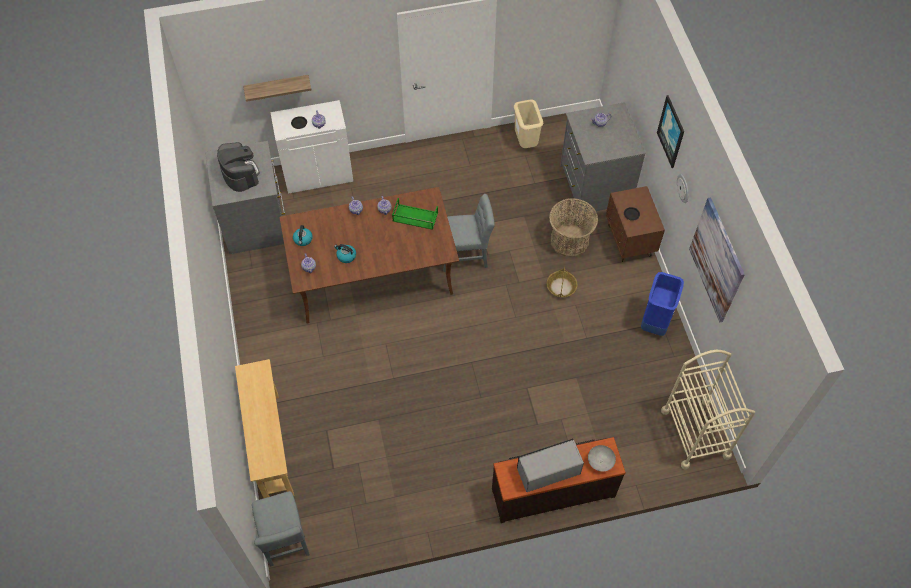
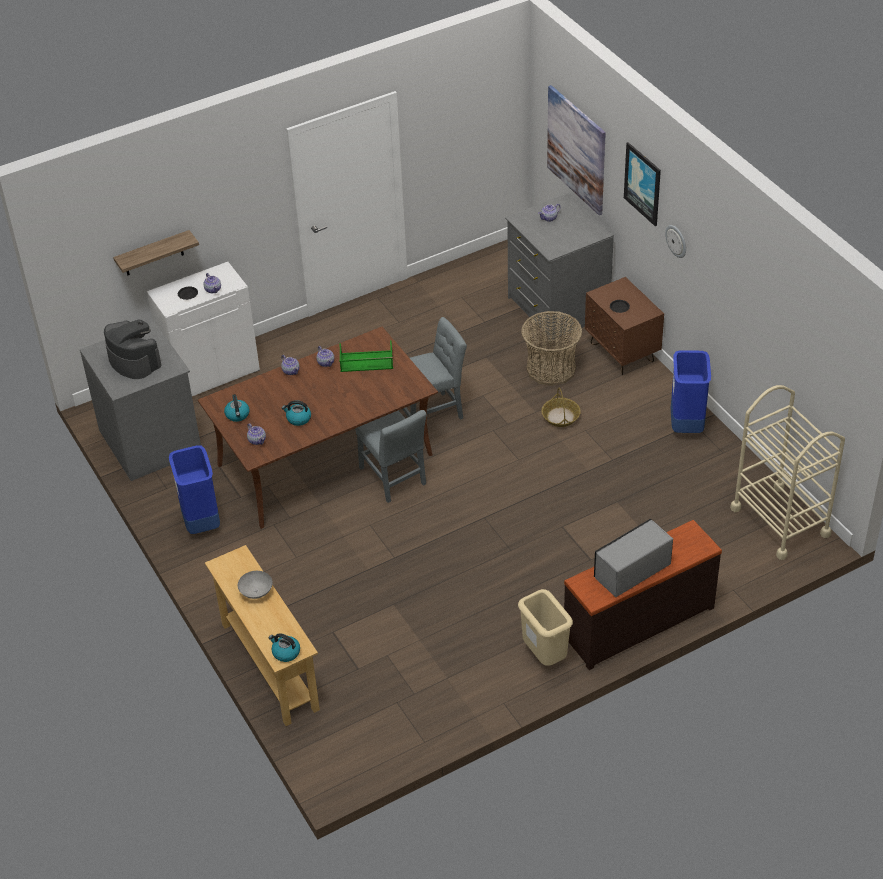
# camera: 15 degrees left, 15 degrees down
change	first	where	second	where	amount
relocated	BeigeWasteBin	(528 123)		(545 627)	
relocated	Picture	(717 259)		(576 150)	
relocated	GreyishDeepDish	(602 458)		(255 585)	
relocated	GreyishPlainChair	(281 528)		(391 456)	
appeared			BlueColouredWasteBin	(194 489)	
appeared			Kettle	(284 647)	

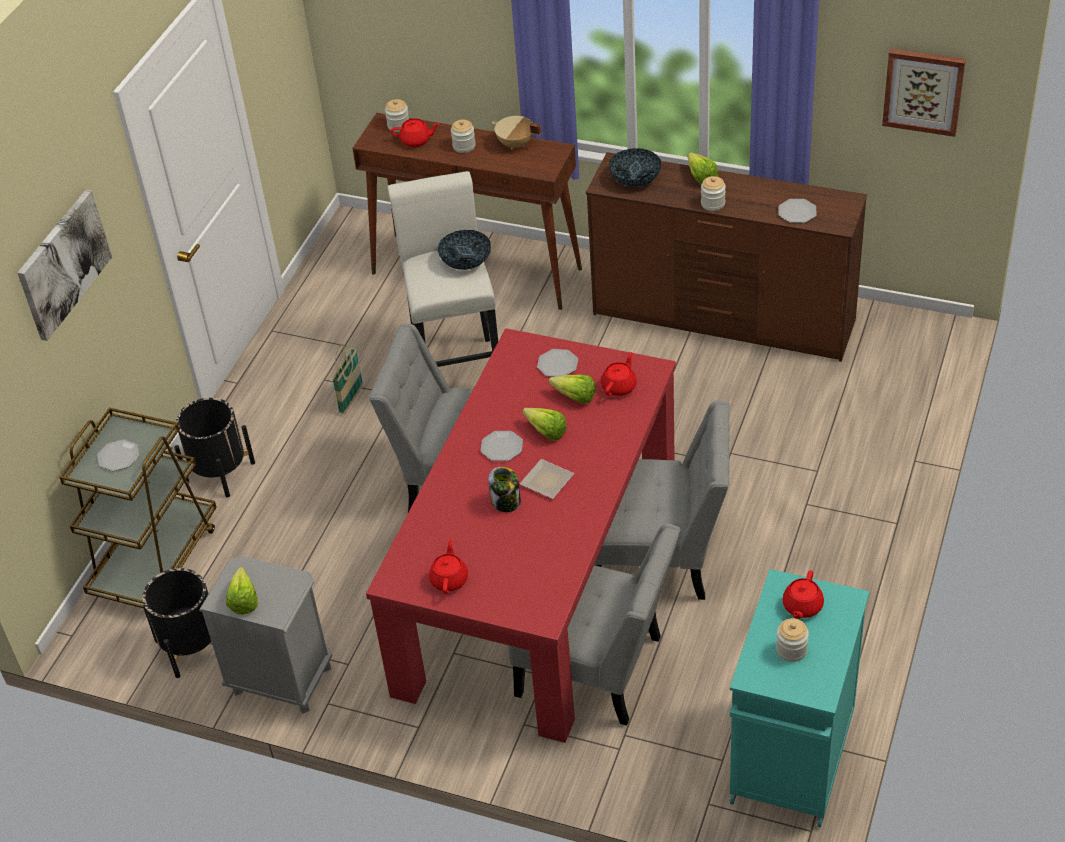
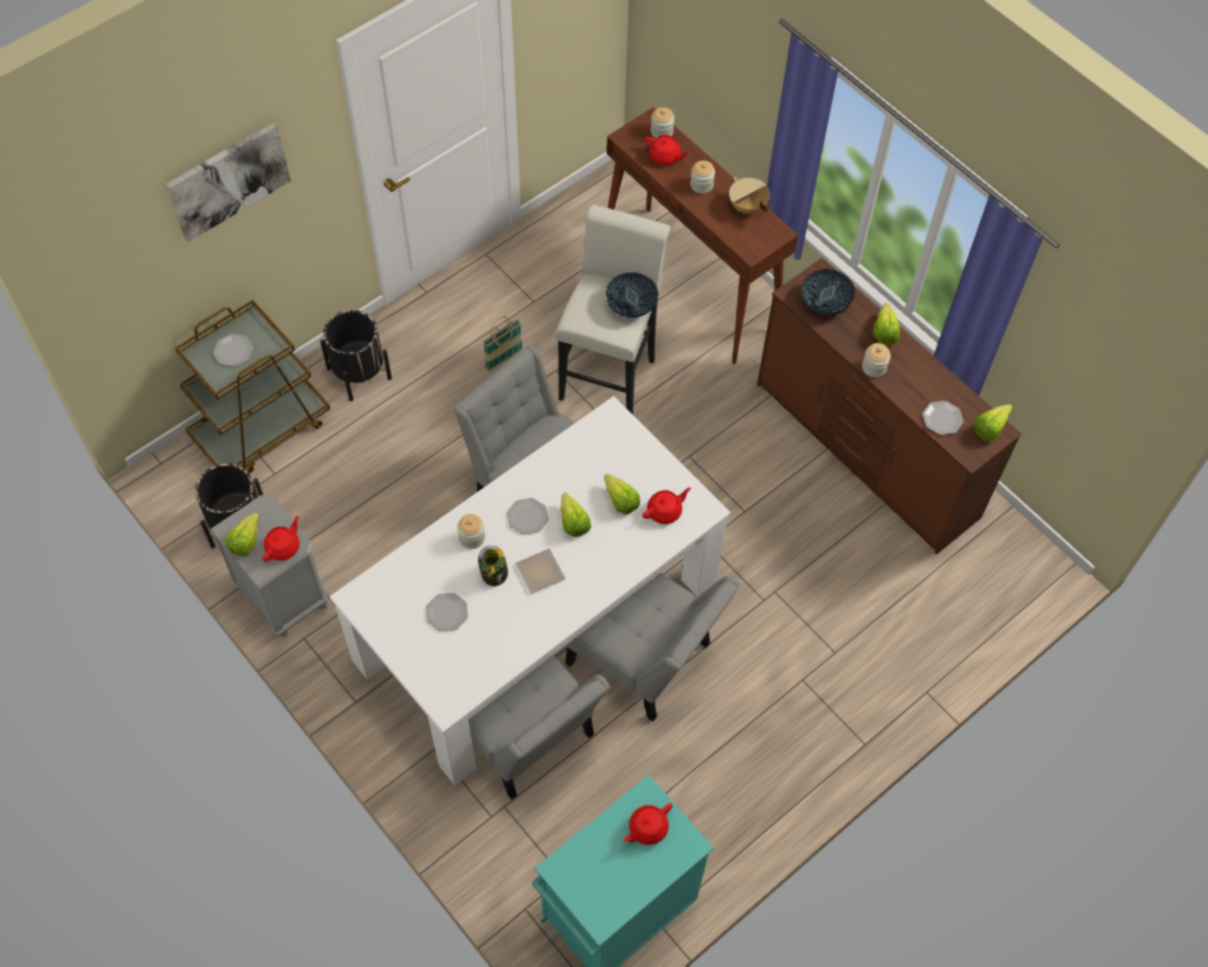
# camera: 25 degrees right, 15 degrees up
change	first	where	second	where	amount
missing	Picture	(924 93)			
colour	RedColouredDiningTable	(521 535)	WhitishDiningTable	(530 590)	
relocated	FlatDish	(557 363)		(447 612)	
relocated	RedColouredTeapot	(448 566)		(280 539)	
relocated	StorageJar	(792 640)		(471 531)	
appeared			LettuceHead	(993 422)	

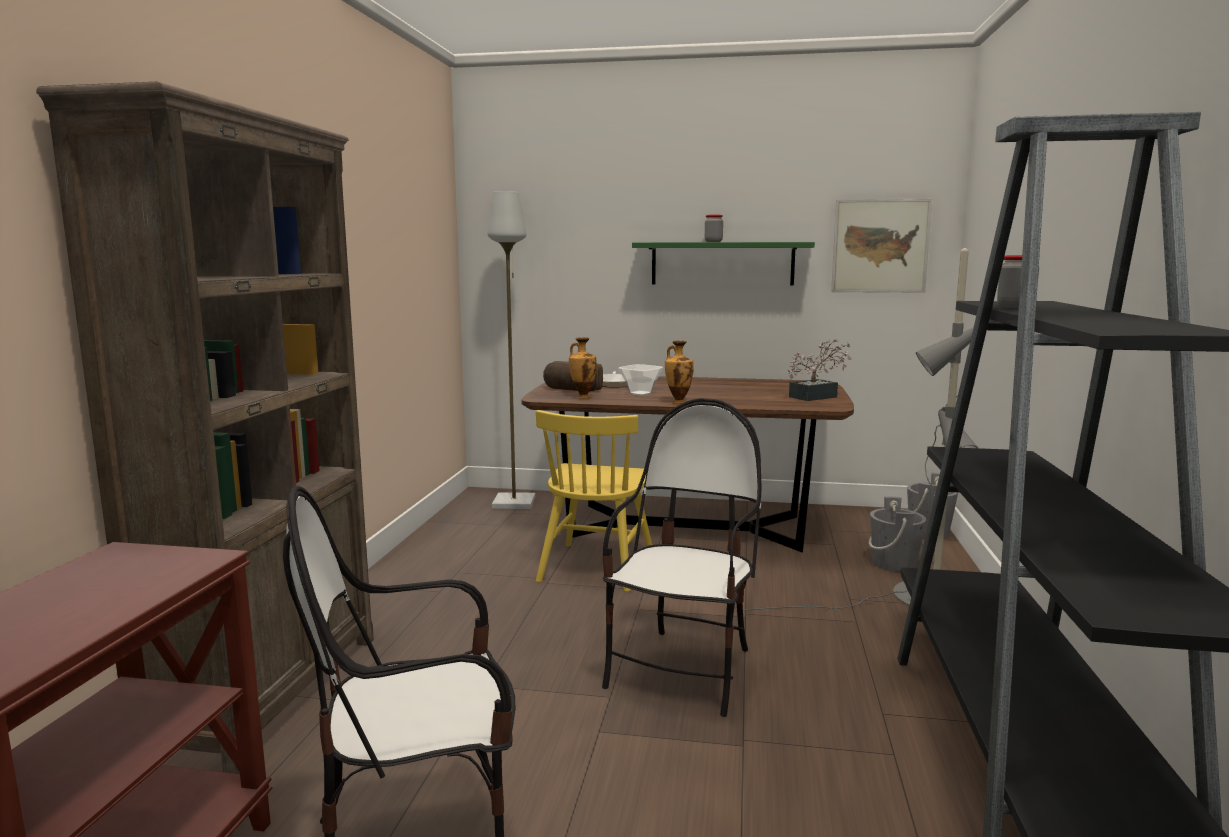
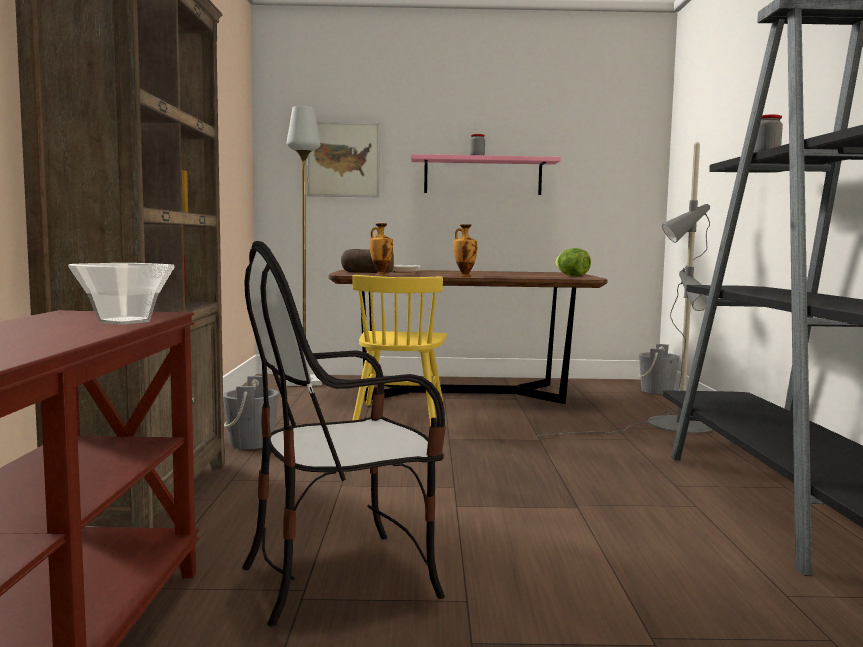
# camera: 10 degrees left, 5 degrees down
change	first	where	second	where	amount
relocated	Picture	(881 246)		(343 159)	
colour	GreenShelf	(723 263)	PinkShelf	(486 174)	
exchanged	PlantInAPot	(819 370)	LettuceHead	(573 262)	
relocated	DeepDish	(640 380)		(121 294)	
missing	PlainChair	(681 557)			
relocated	GreyishWaterBucket	(897 534)		(251 412)	

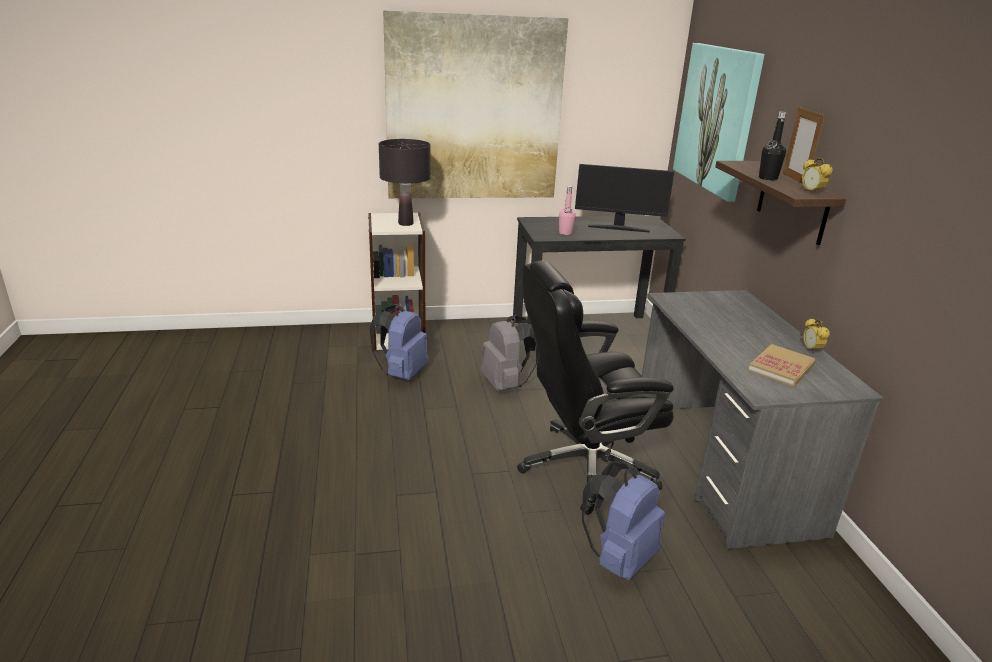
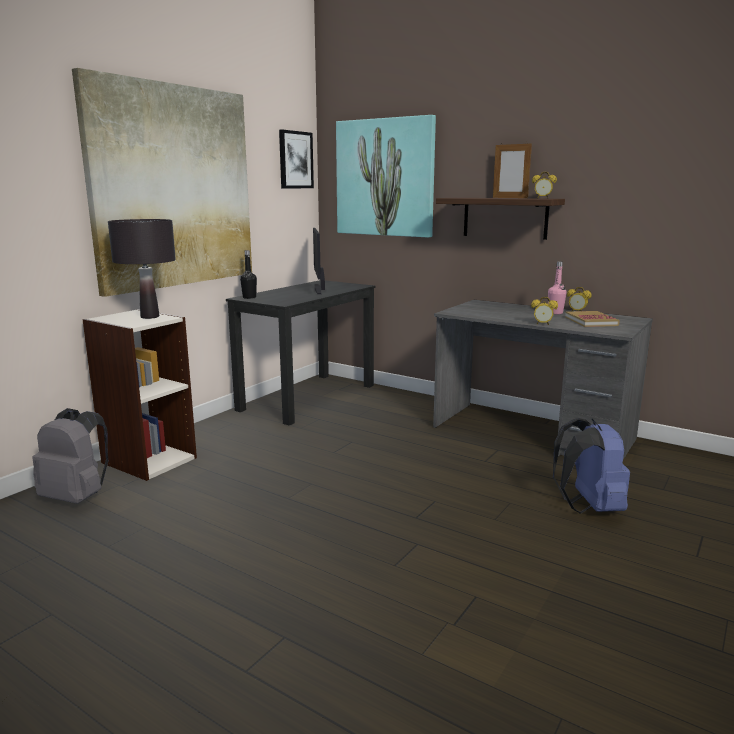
# camera: 45 degrees left, 10 degrees down
change	first	where	second	where	amount
relocated	BlackDrinkBottle	(772 145)		(248 274)	
spun	Monitor	(624 198)		(319 261)	120 degrees clockwise
relocated	PinkDrinkBottle	(567 210)		(557 287)	
missing	BlackDeskChair	(595 388)			
missing	BlueColouredRucksack	(399 342)			
relocated	GreyishRucksack	(509 353)		(70 456)	
appeared			Picture	(296 158)	
appeared			AlarmClock	(544 311)	

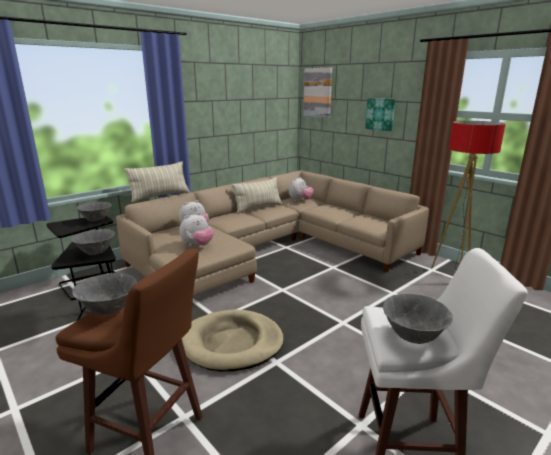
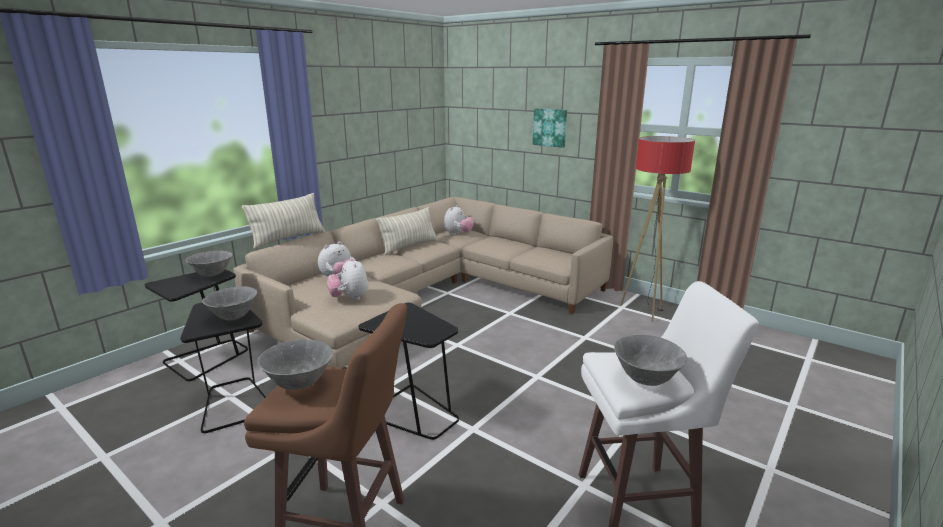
# camera: 10 degrees left, 0 degrees up
change	first	where	second	where	amount
missing	Picture	(317 93)			
spun	PlushToy	(196 229)		(348 278)	120 degrees clockwise
exchanged	BeigeDogBed	(233 341)	BlackSideTable	(408 371)	

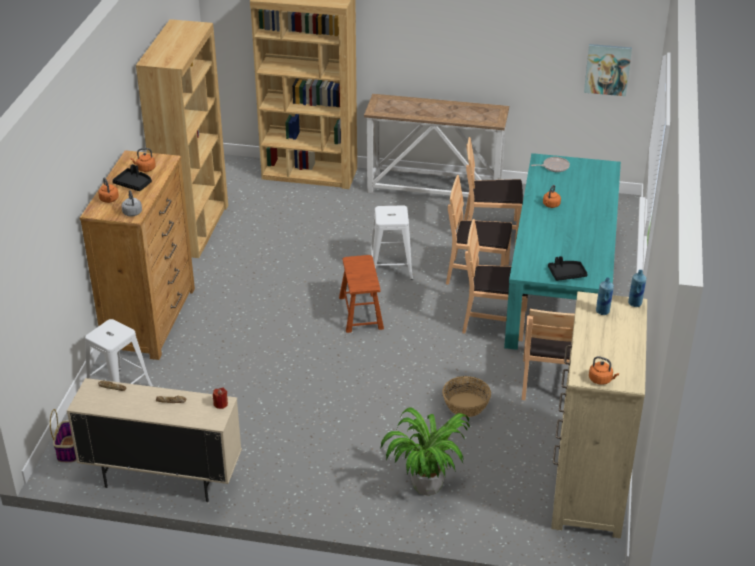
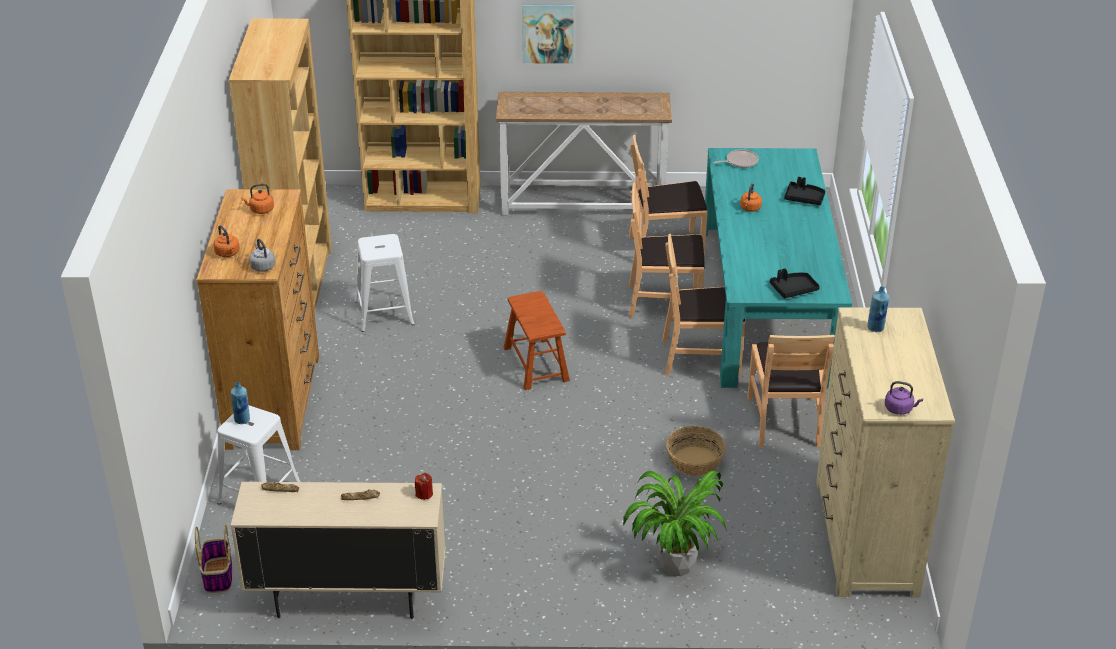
# camera: 10 degrees left, 0 degrees up
change	first	where	second	where	amount
relocated	Picture	(608 70)		(548 33)	
relocated	BlackTray	(132 177)		(804 191)	
relocated	WhitishStoolSeat	(391 242)		(385 283)	
relocated	BlueColouredDrinkBottle	(637 288)		(240 403)	
colour	OrangeyKettle	(604 370)	PurplishKettle	(904 398)	

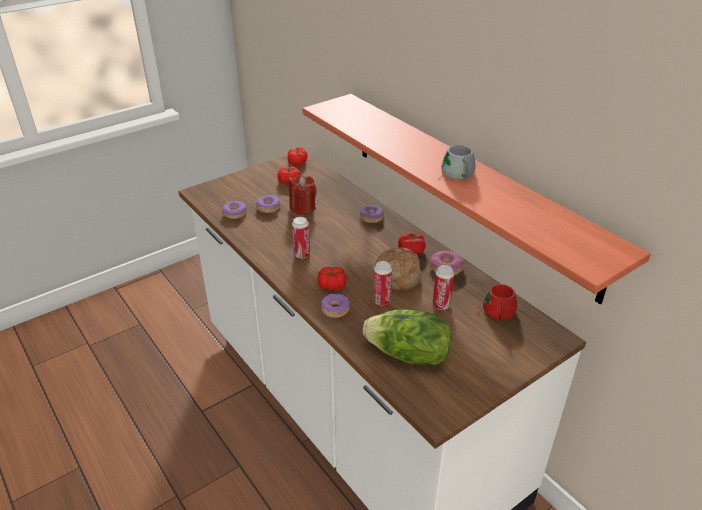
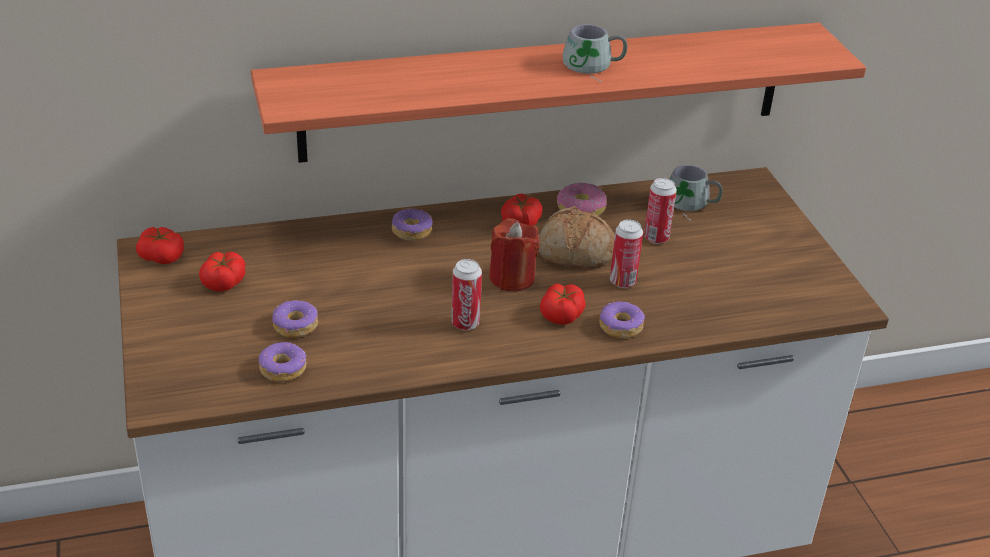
# camera: 70 degrees left, 0 degrees up
change	first	where	second	where	amount
relocated	RedColouredCandle	(303 195)		(514 254)	
colour	RedColouredTeaMug	(496 302)	GreyishTeaMug	(696 193)	
missing	LettuceHead	(407 337)			

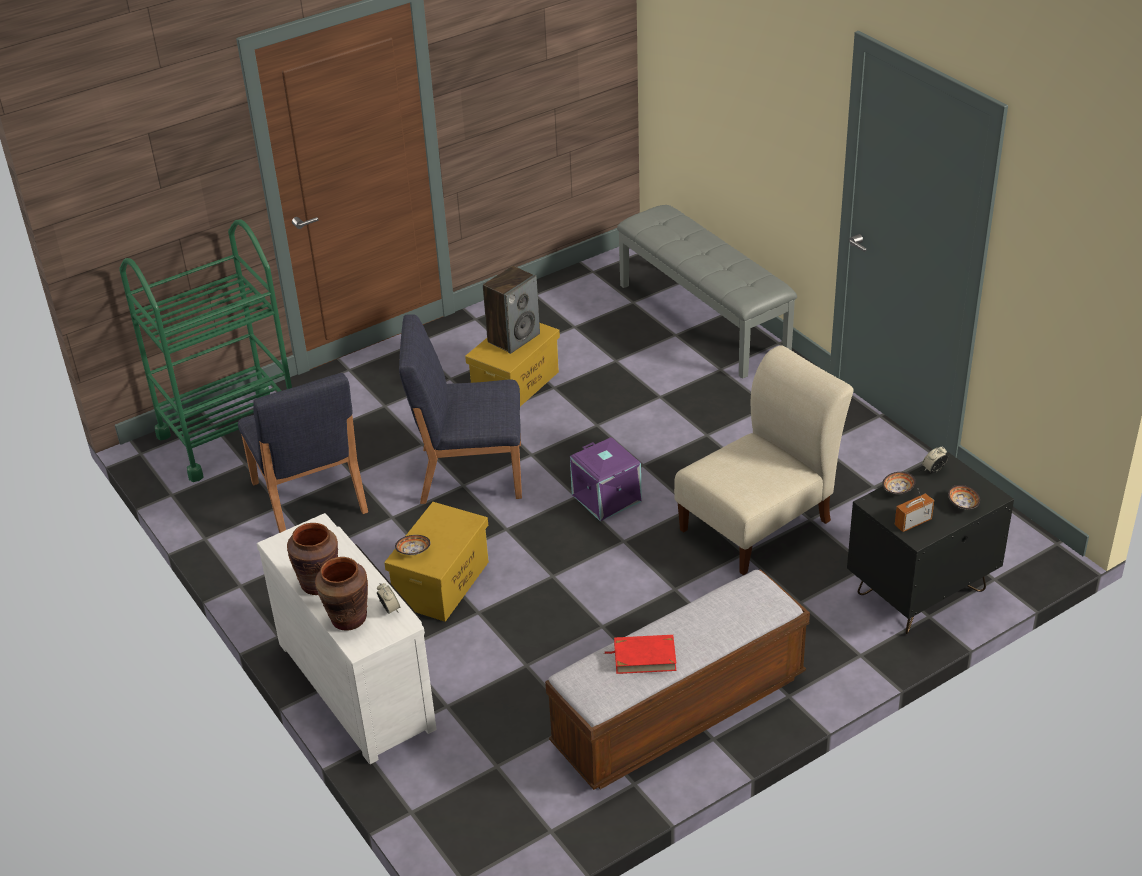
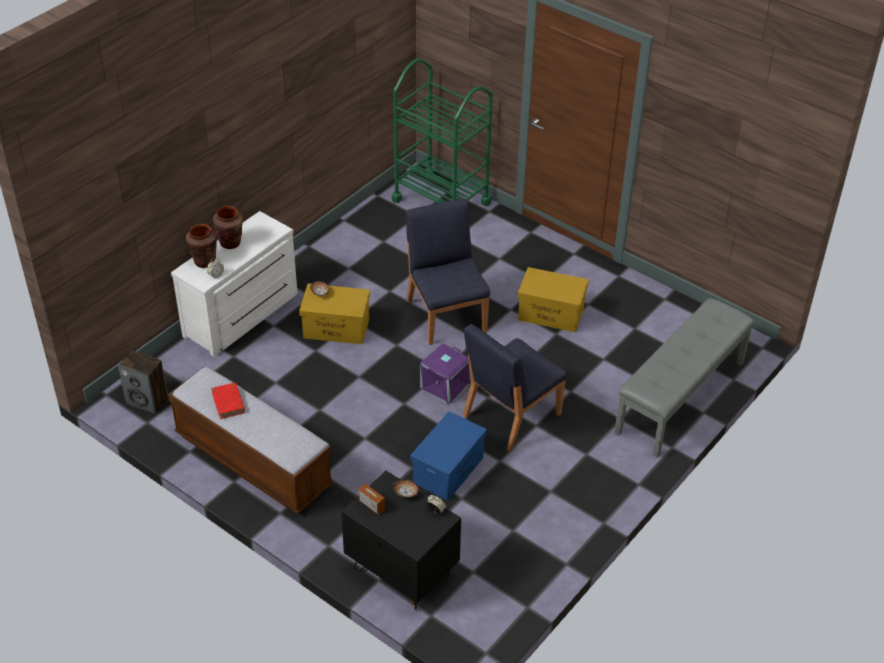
# camera: 70 degrees right, 5 degrees up
change	first	where	second	where	amount
relocated	Speaker	(511 310)		(143 382)	
exchanged	BeigePlainChair	(763 460)	BlueColouredStorageBox	(448 456)	
relocated	BlueColouredPlainChair	(303 453)		(515 388)	
missing	DeepDish	(964 497)			

